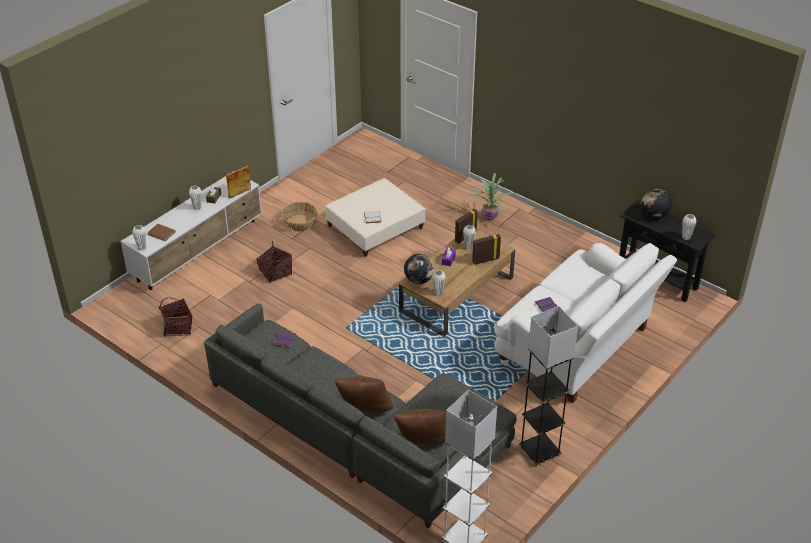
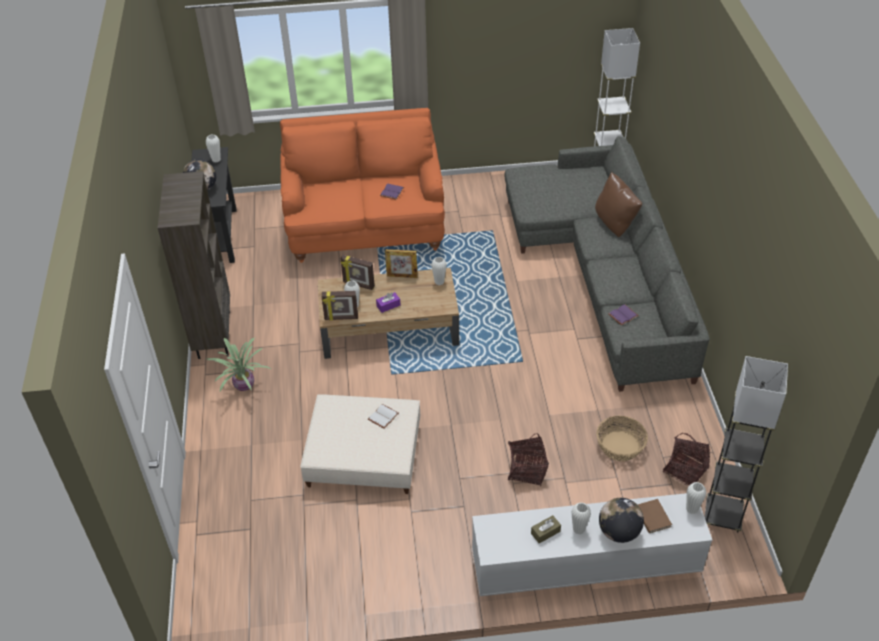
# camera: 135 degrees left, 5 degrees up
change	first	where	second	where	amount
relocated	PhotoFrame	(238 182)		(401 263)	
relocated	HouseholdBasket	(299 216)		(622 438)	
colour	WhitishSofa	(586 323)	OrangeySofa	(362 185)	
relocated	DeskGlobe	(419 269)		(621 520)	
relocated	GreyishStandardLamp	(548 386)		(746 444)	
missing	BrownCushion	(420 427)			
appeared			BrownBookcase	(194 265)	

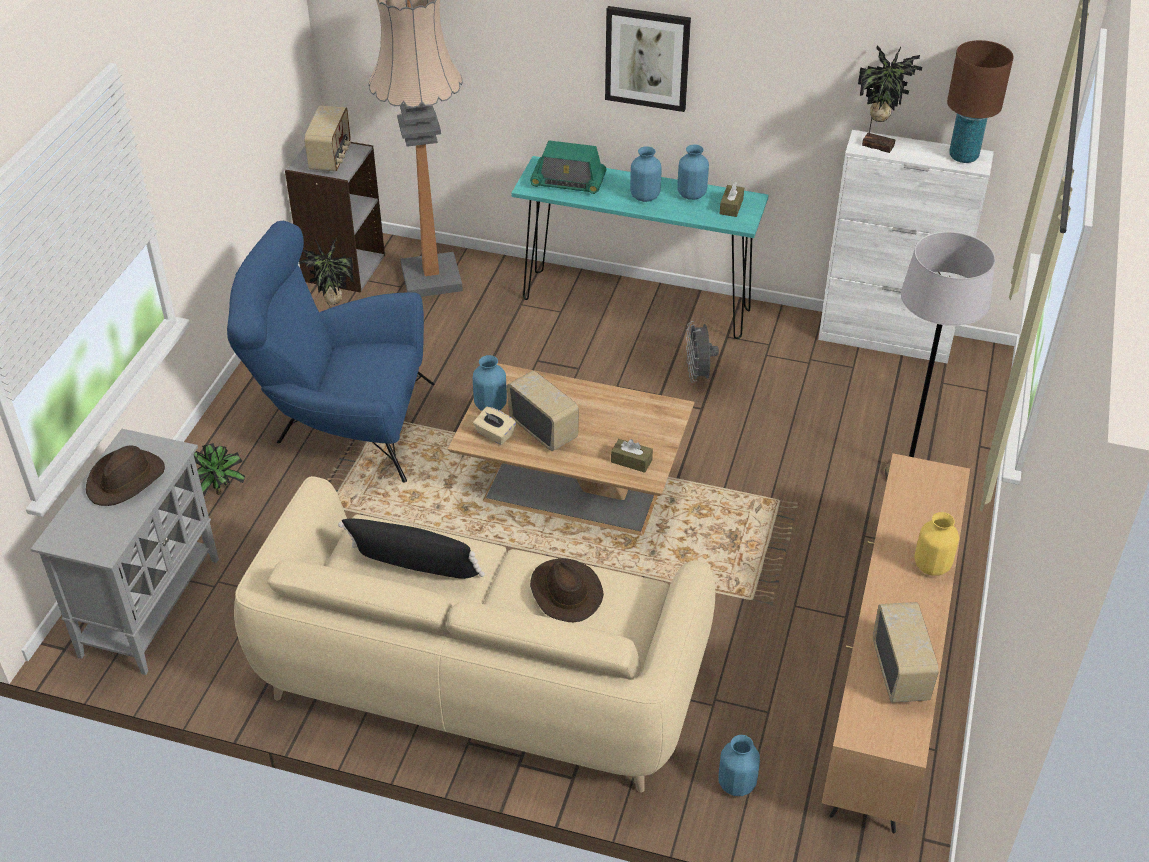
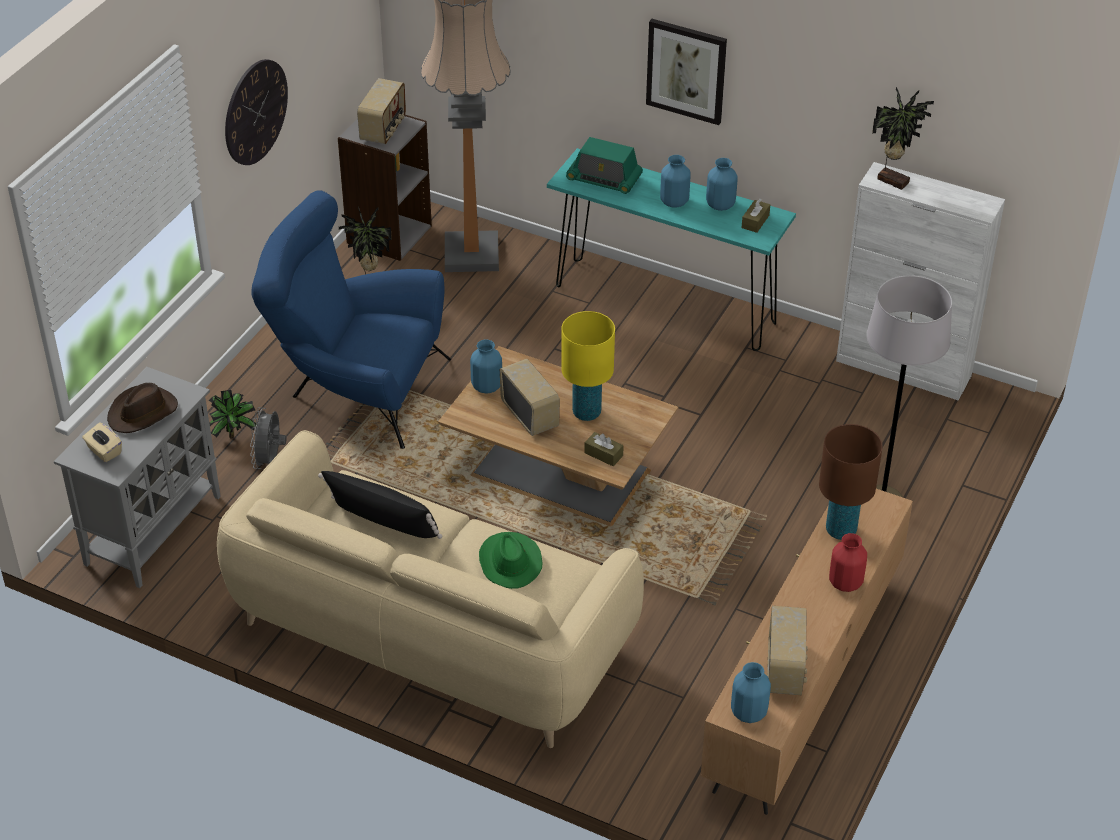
# camera: 10 degrees right, 0 degrees up
change	first	where	second	where	amount
relocated	BrownTableLamp	(980 101)		(851 482)	
relocated	GreyishCoolingFan	(702 352)		(268 438)	
relocated	BeigeBoxOfTissues	(494 426)		(102 442)	
colour	YellowColouredVase	(936 544)	RedColouredVase	(848 562)	
colour	BrownClothingHat	(567 590)	GreenClothingHat	(510 560)	
relocated	BlueColouredVase	(739 765)		(751 692)	
appeared			ClockOnTheWall	(256 112)	
appeared			YellowColouredTableLamp	(588 366)	

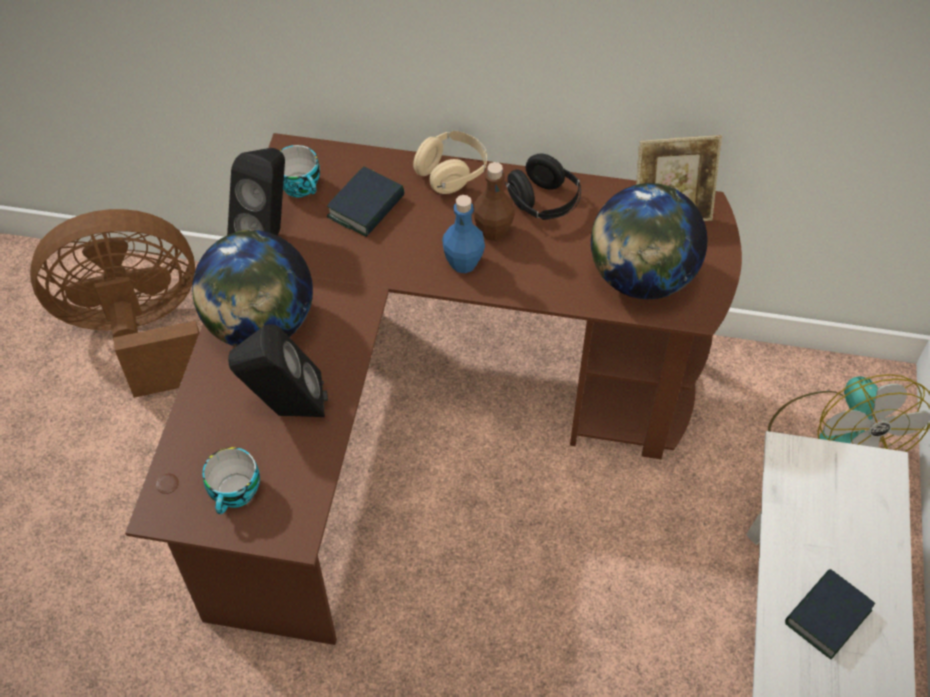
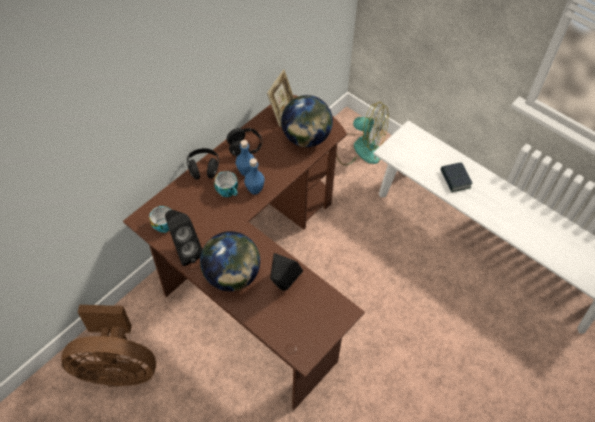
# camera: 60 degrees left, 0 degrees up
change	first	where	second	where	amount
colour	BeigePairOfHeadphones	(450 162)	BlackPairOfHeadphones	(203 164)	
colour	BrownDrinkBottle	(494 201)	BlueColouredDrinkBottle	(244 158)	
missing	Volume	(365 201)			
spun	BrownCoolingFan	(115 303)		(109 346)	105 degrees counterclockwise
relocated	SmallCup	(231 480)		(226 184)	

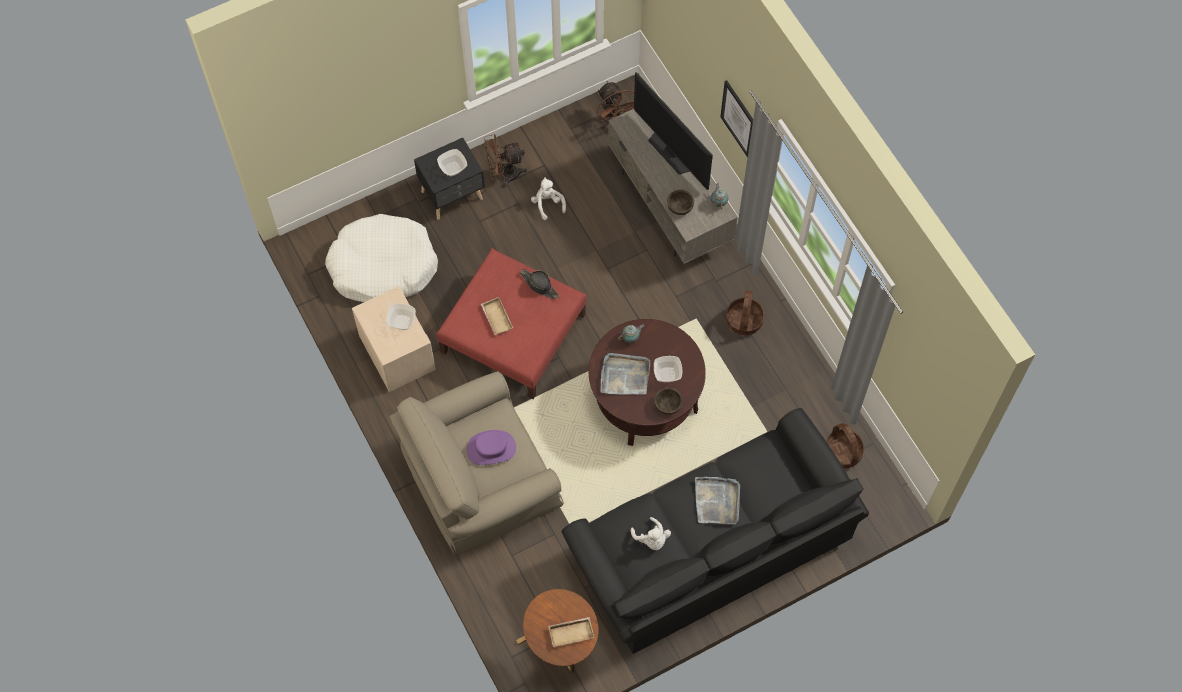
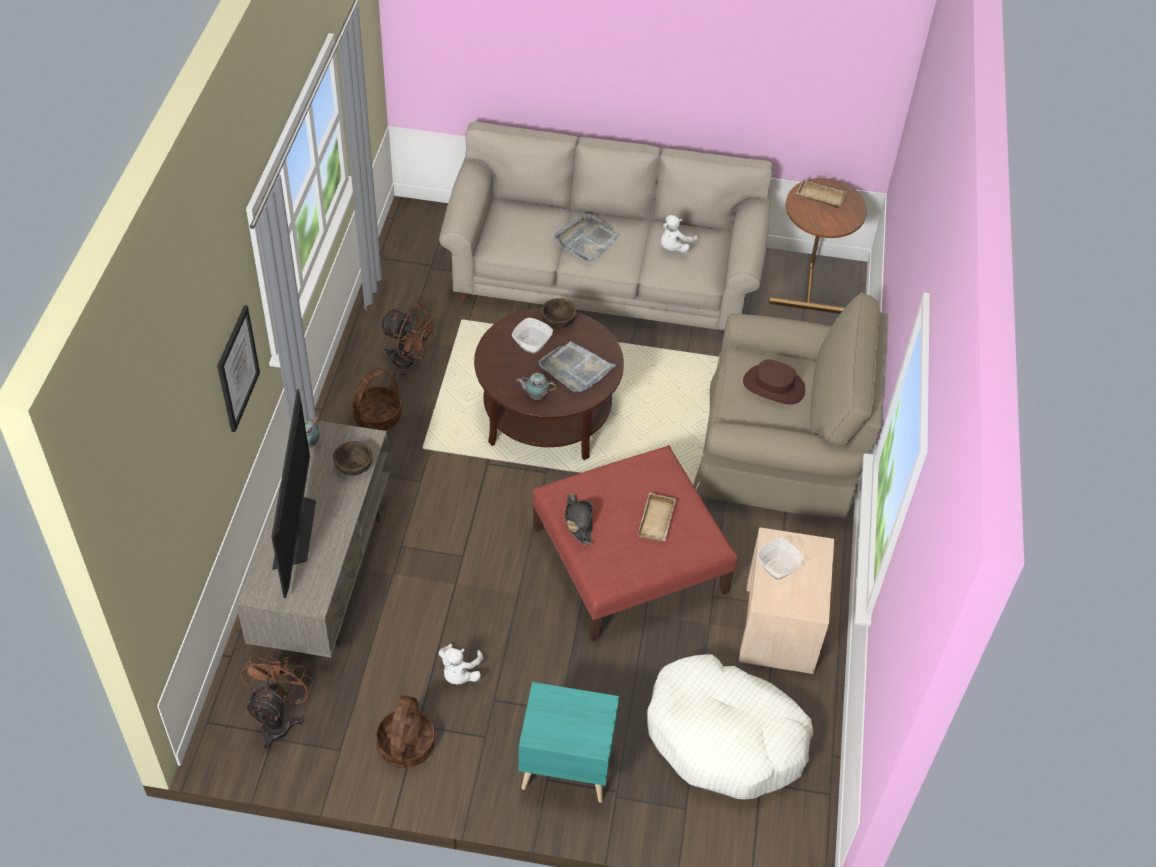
# camera: 145 degrees left, 15 degrees down
change	first	where	second	where	amount
relocated	BrownCoolingFan	(505 161)		(409 340)	
colour	BlackBedsideTable	(449 178)	BlueGreenBedsideTable	(568 742)	
missing	DeepDish	(452 162)			
colour	BlackSofa	(715 531)	BeigeSofa	(606 228)	
relocated	HouseholdBasket	(845 445)		(405 732)	
colour	PurplishClothingHat	(491 447)	BrownClothingHat	(774 381)	
spun	WhitishPlushToy	(651 533)		(679 234)	150 degrees counterclockwise

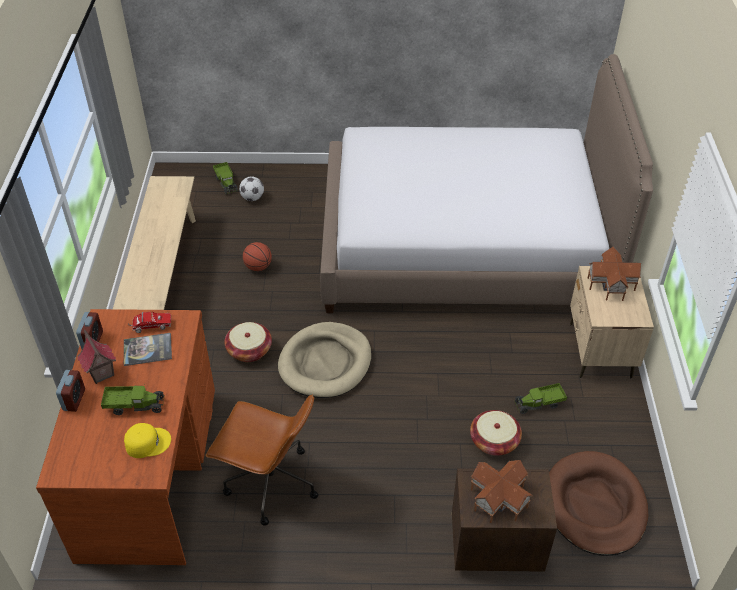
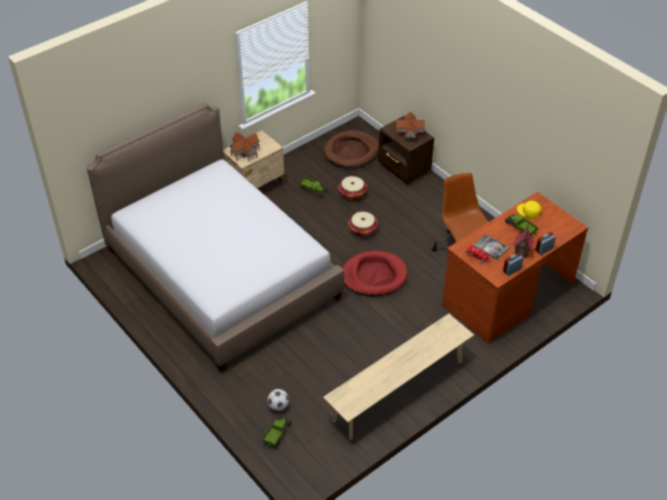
# camera: 130 degrees left, 0 degrees up
change	first	where	second	where	amount
missing	BallForBasketball	(257 256)			
relocated	HouseholdBasket	(248 342)		(363 224)	
colour	BeigeDogBed	(324 360)	RedColouredDogBed	(375 273)	

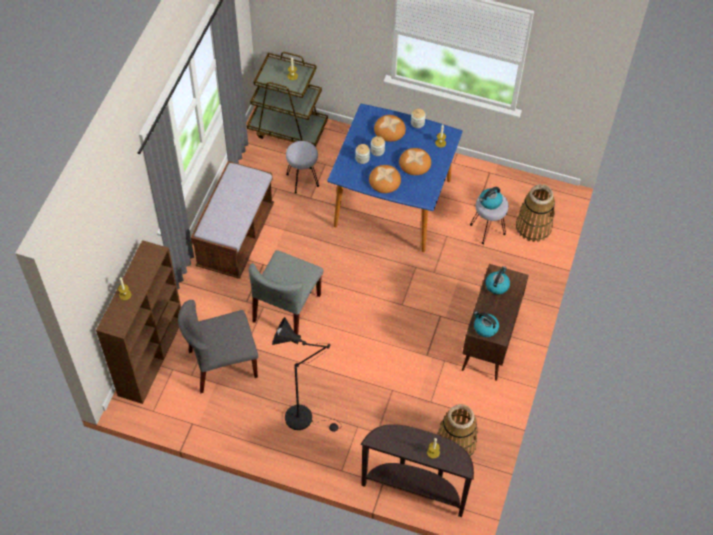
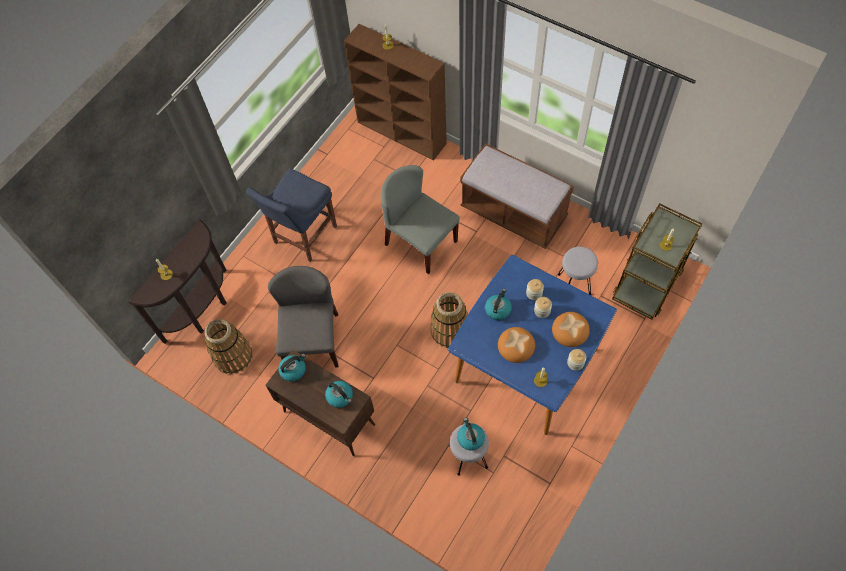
# camera: 110 degrees right, 5 degrees up
change	first	where	second	where	amount
exchanged	BakedBread	(385 179)	Kettle	(498 304)	
relocated	HouseholdBasket	(535 213)		(449 320)	
relocated	GreyishPlainChair	(218 346)		(303 317)	
exchanged	BlackStandardLamp	(306 374)	BlueColouredPlainChair	(291 215)	

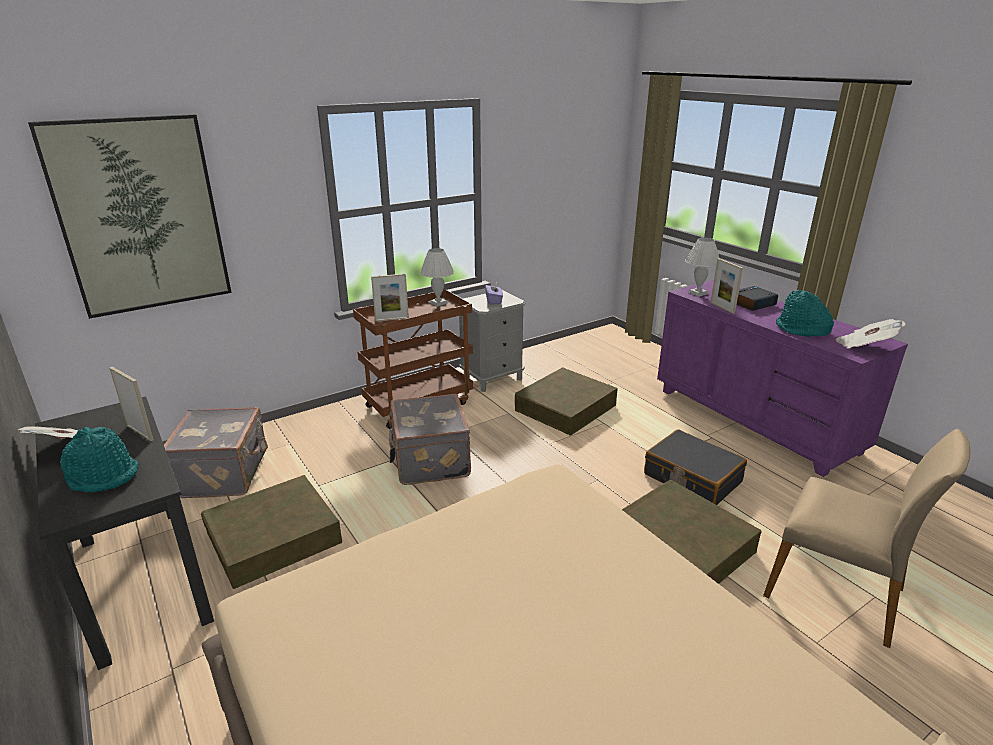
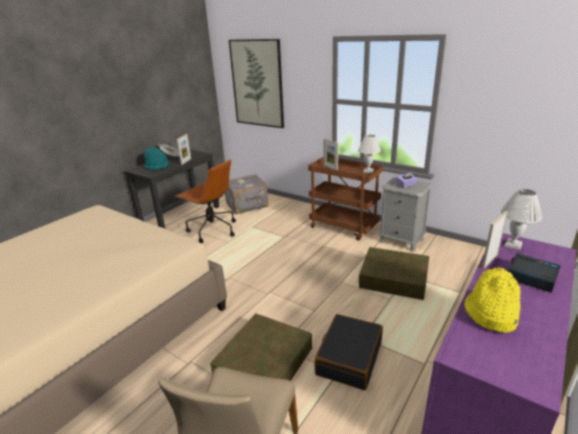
# camera: 70 degrees right, 0 degrees up
change	first	where	second	where	amount
colour	BlueGreenClothingHat	(805 313)	YellowColouredClothingHat	(492 300)	
missing	Newspaper	(871 333)			
missing	GreyishPieceOfLuggage	(429 439)			
exchanged	BrownStorageBox	(271 532)	BrownDeskChair	(205 201)	

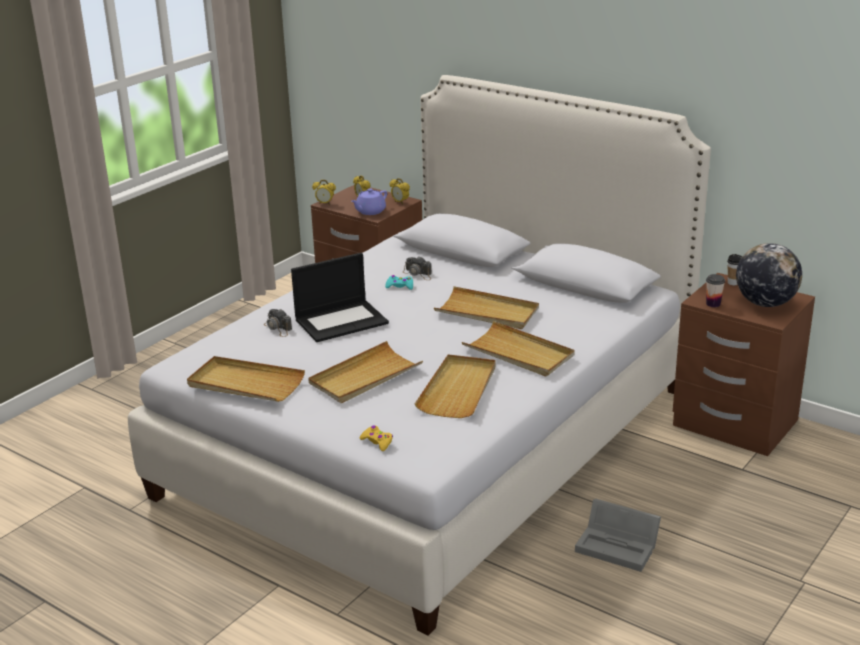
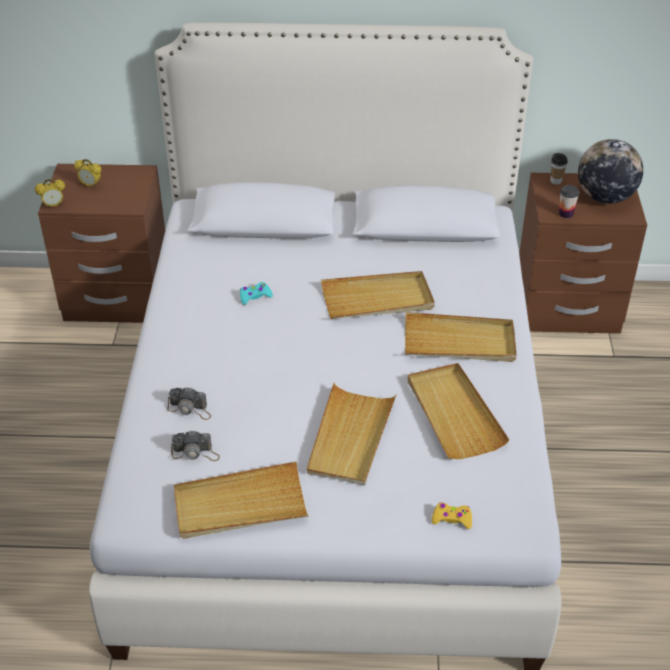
# camera: 35 degrees left, 15 degrees up
change	first	where	second	where	amount
missing	AlarmClock	(400 191)			
missing	PurplishTeapot	(369 202)			
missing	PortableComputer	(340 297)			
relocated	PhotoCamera	(417 268)		(195 445)	
missing	GreyishStorageBox	(618 535)			

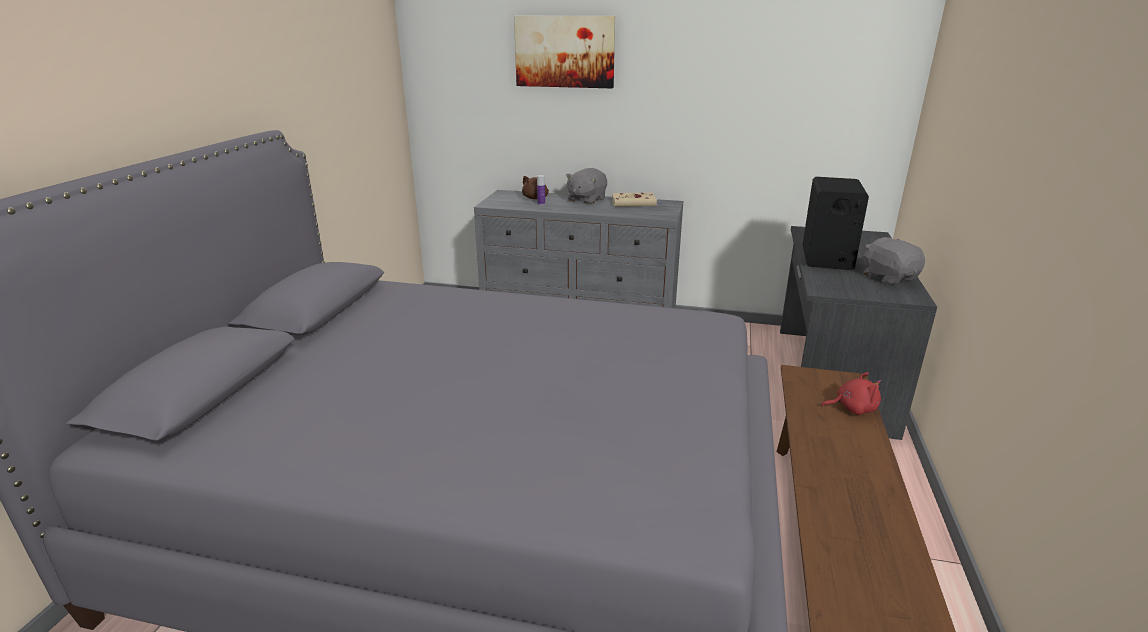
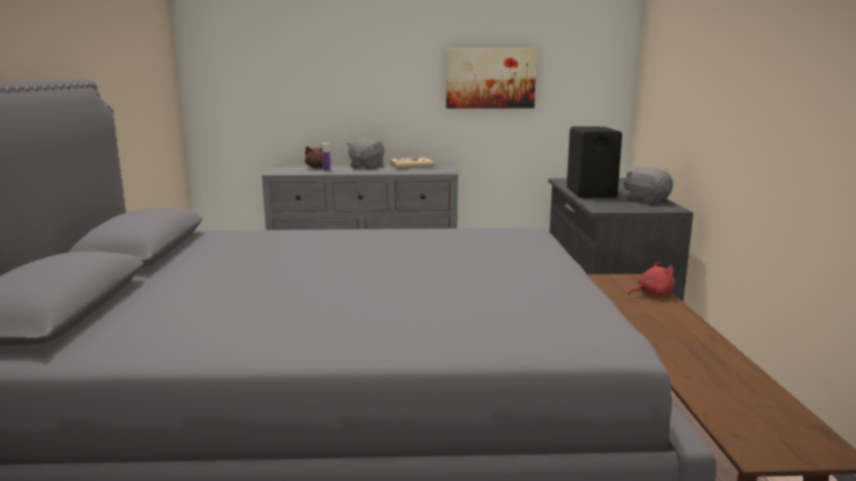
# camera: 15 degrees left, 10 degrees down
change	first	where	second	where	amount
relocated	Picture	(564 52)		(491 78)	

